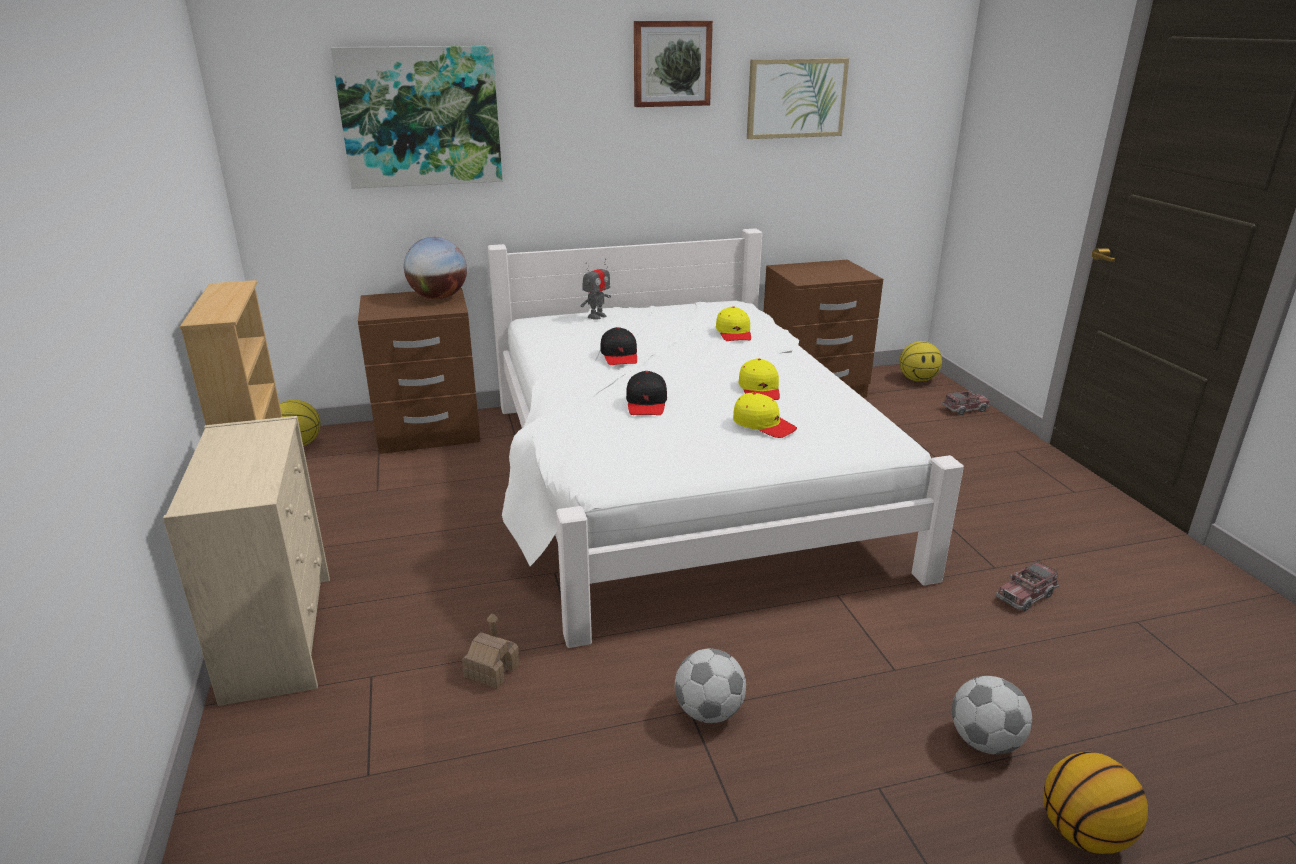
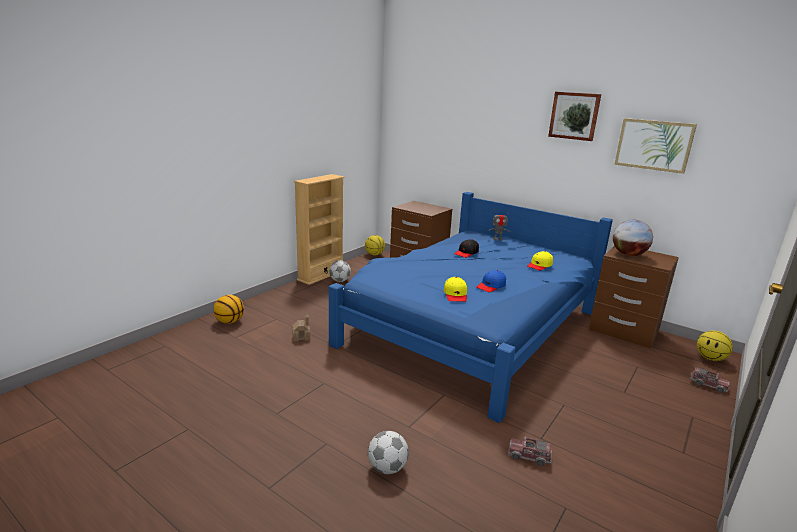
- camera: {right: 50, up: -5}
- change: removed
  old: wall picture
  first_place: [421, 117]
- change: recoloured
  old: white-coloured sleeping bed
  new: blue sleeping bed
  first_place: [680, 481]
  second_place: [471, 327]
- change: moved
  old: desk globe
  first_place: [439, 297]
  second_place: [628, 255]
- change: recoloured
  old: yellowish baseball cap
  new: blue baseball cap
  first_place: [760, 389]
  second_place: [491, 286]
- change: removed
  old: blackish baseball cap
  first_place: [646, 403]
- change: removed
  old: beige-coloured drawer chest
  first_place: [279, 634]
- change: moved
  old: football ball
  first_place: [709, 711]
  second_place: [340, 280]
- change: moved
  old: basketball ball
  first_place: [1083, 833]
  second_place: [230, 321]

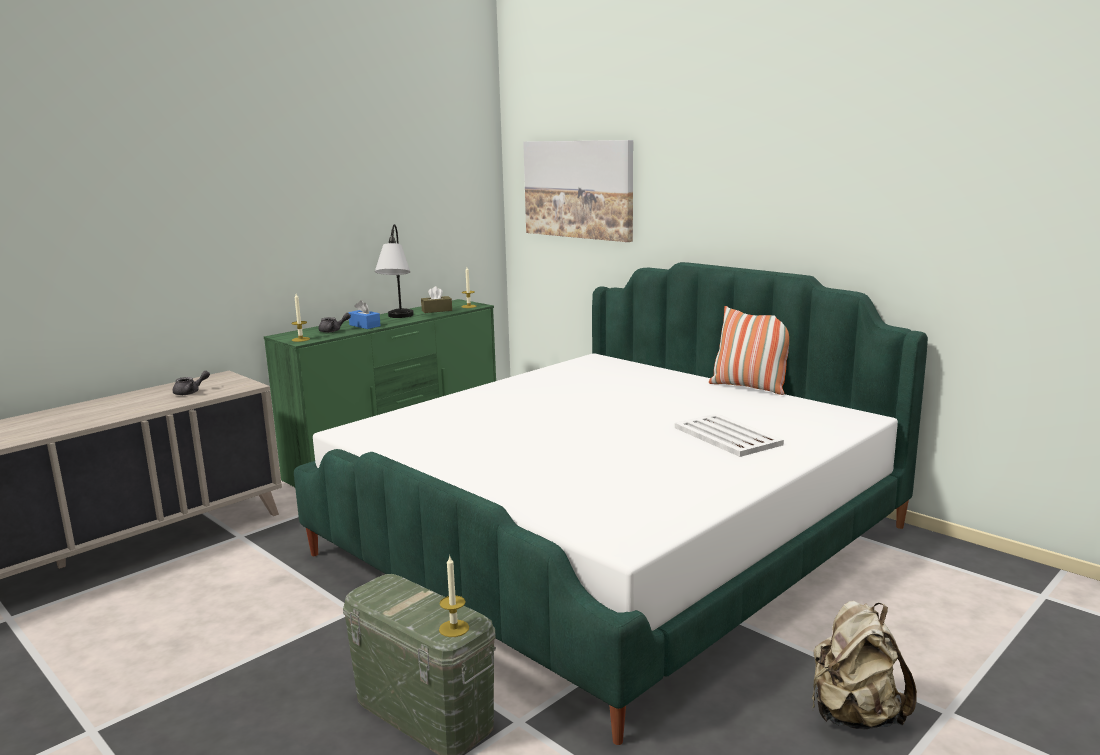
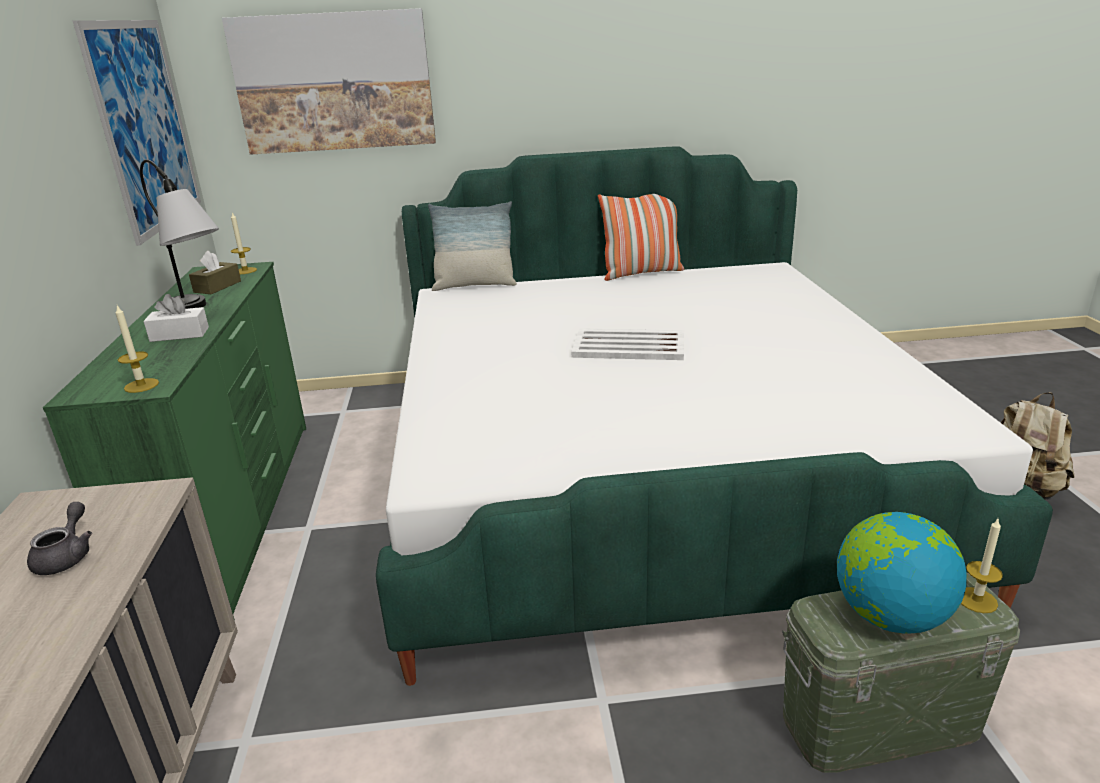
- camera: {right: -50, up: 10}
- change: recoloured
  old: blue box of tissues
  new: white-coloured box of tissues
  first_place: [364, 325]
  second_place: [179, 334]
- change: removed
  old: gray pot for tea
  first_place: [333, 330]
- change: moved
  old: white-coloured carrying tray
  first_place: [726, 436]
  second_place: [627, 346]
- change: added
  new: wall picture
  second_place: [145, 126]
- change: added
  new: throw pillow
  second_place: [475, 285]
- change: added
  new: desk globe
  second_place: [890, 616]

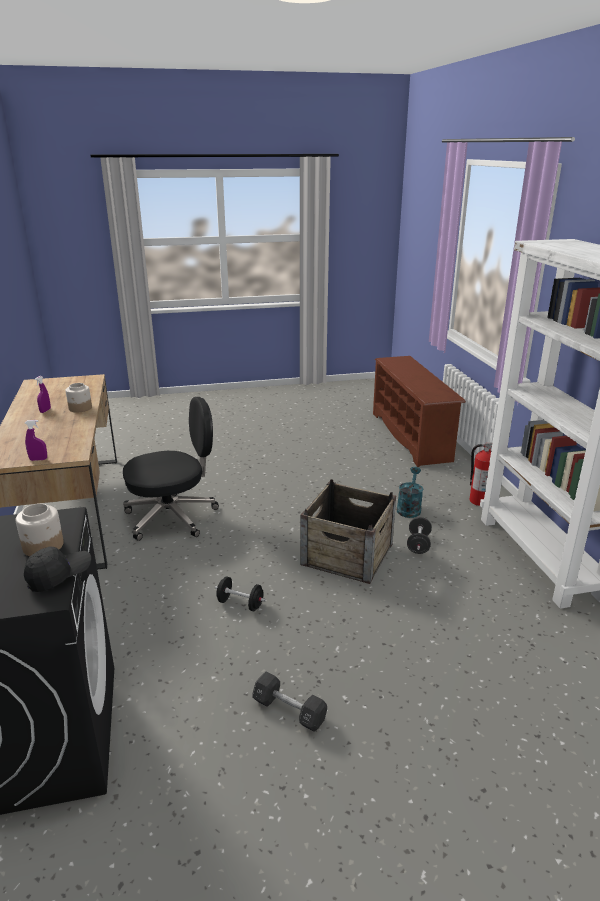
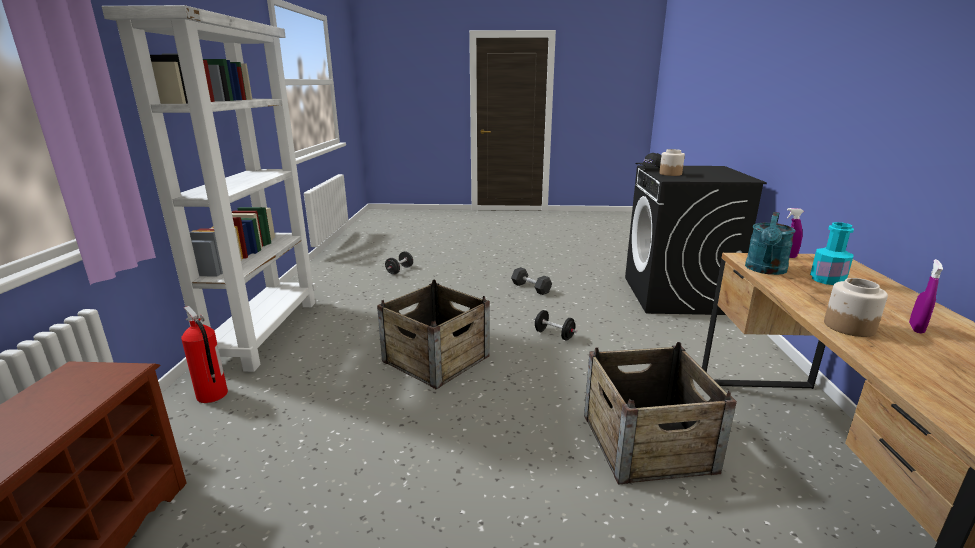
- camera: {right: -165, up: -5}
- change: replaced
  old: blackish computer chair
  new: packing crate
  first_place: [173, 516]
  second_place: [646, 442]
- change: moved
  old: turquoise sprinkling can
  first_place: [409, 508]
  second_place: [765, 270]
- change: moved
  old: blackish free weight
  first_place: [418, 544]
  second_place: [399, 270]
- change: added
  new: turquoise beverage bottle
  second_place: [827, 280]

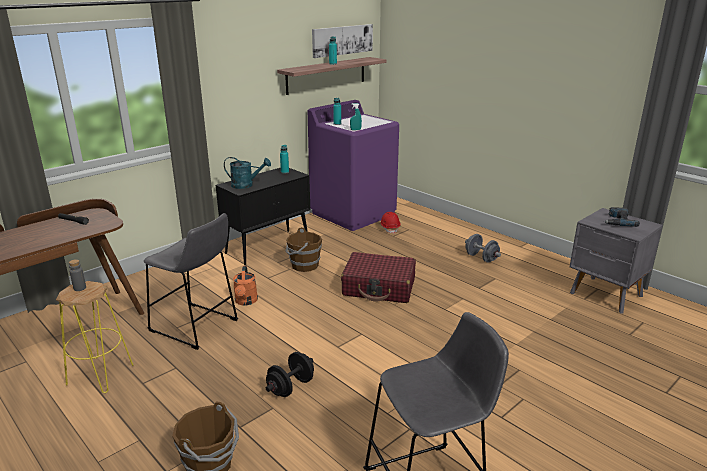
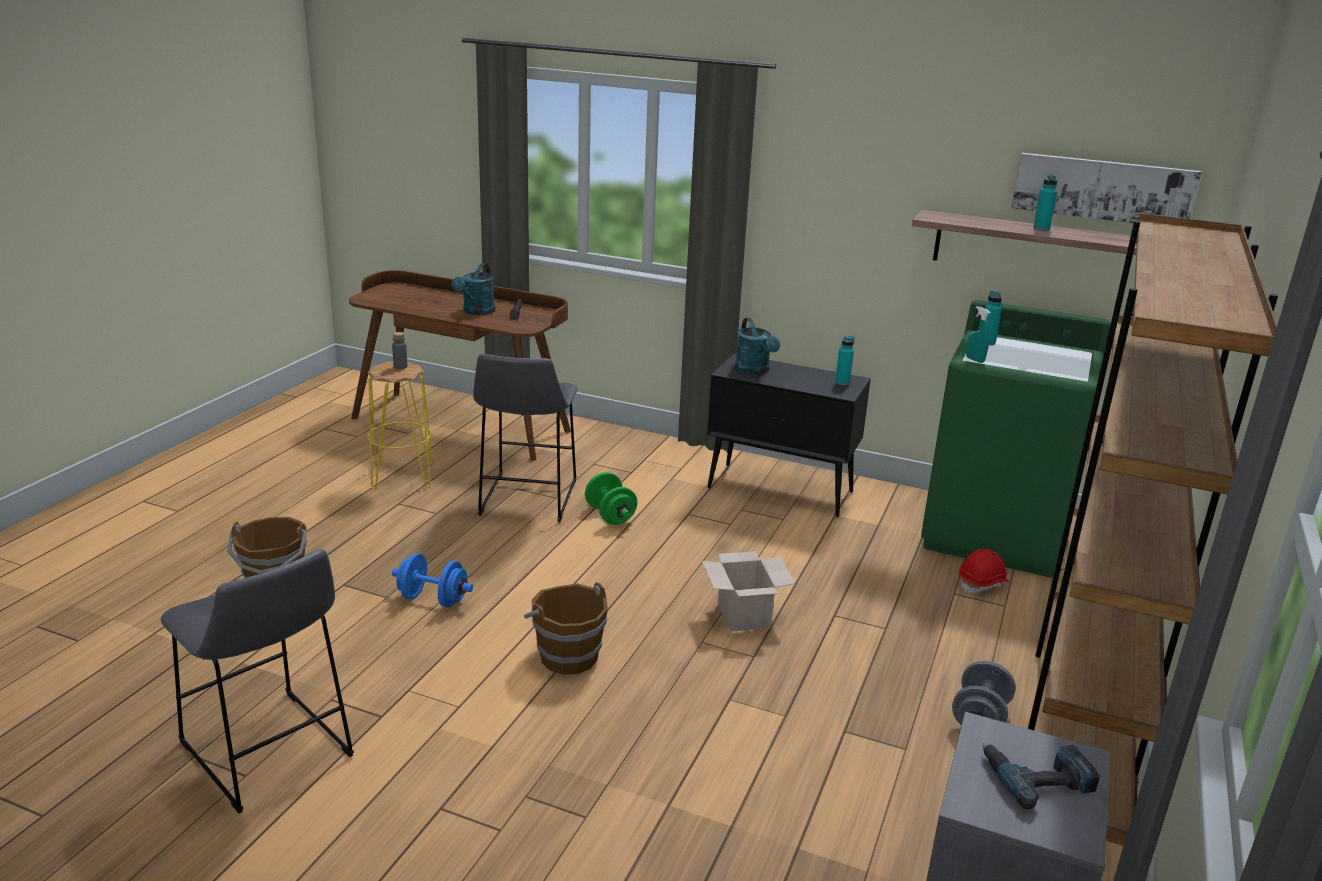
- camera: {right: 65, up: 0}
- change: recoloured
  old: purple washing machine
  new: greenish washing machine
  first_place: [353, 213]
  second_place: [995, 534]
- change: moved
  old: brown bucket
  first_place: [304, 265]
  second_place: [567, 656]
- change: replaced
  old: red travel case
  new: carton
  first_place: [379, 287]
  second_place: [745, 616]
- change: replaced
  old: orange-coloured sprinkling can
  new: greenish free weight
  first_place: [246, 302]
  second_place: [610, 515]
- change: recoloured
  old: blackish free weight
  new: blue free weight
  first_place: [291, 387]
  second_place: [433, 599]
- change: added
  new: brown bookshelf
  second_place: [1078, 736]
- change: added
  new: turquoise sprinkling can
  second_place: [476, 312]

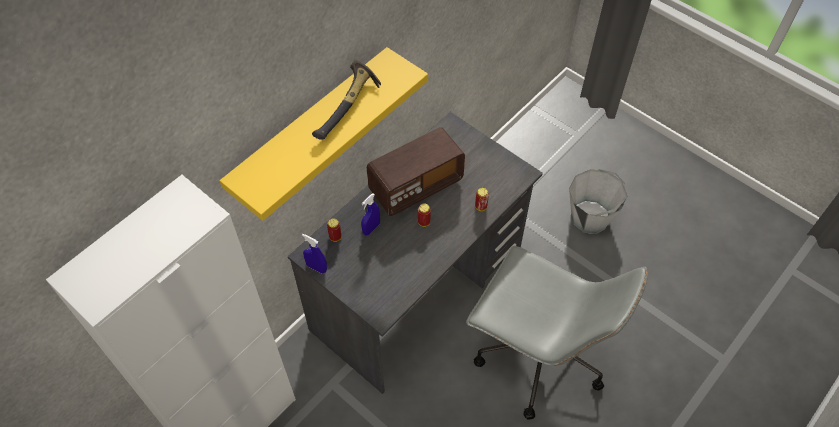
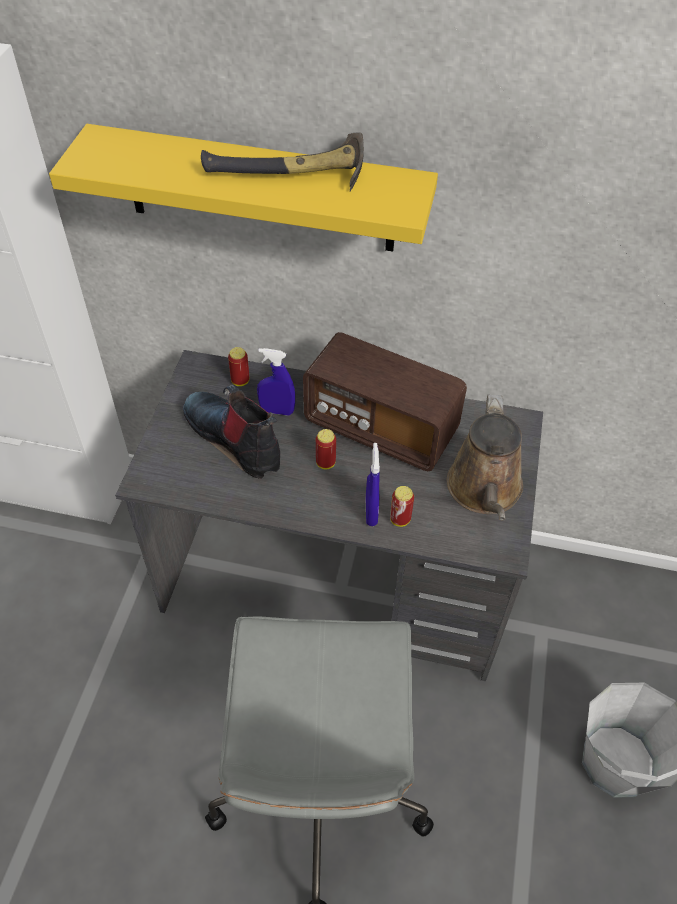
- camera: {right: 60, up: -5}
- change: moved
  old: blue spray bottle
  first_place: [316, 267]
  second_place: [371, 512]
- change: added
  new: boot
  second_place: [235, 439]
- change: added
  new: brown sprinkling can
  second_place: [484, 491]

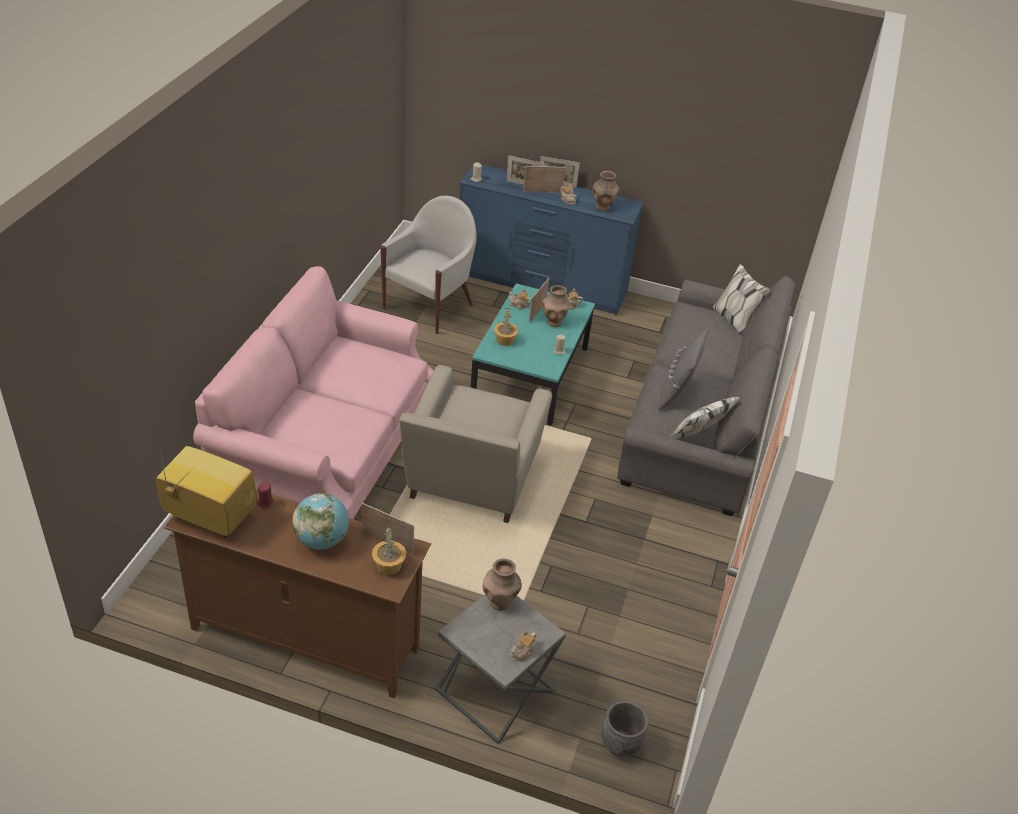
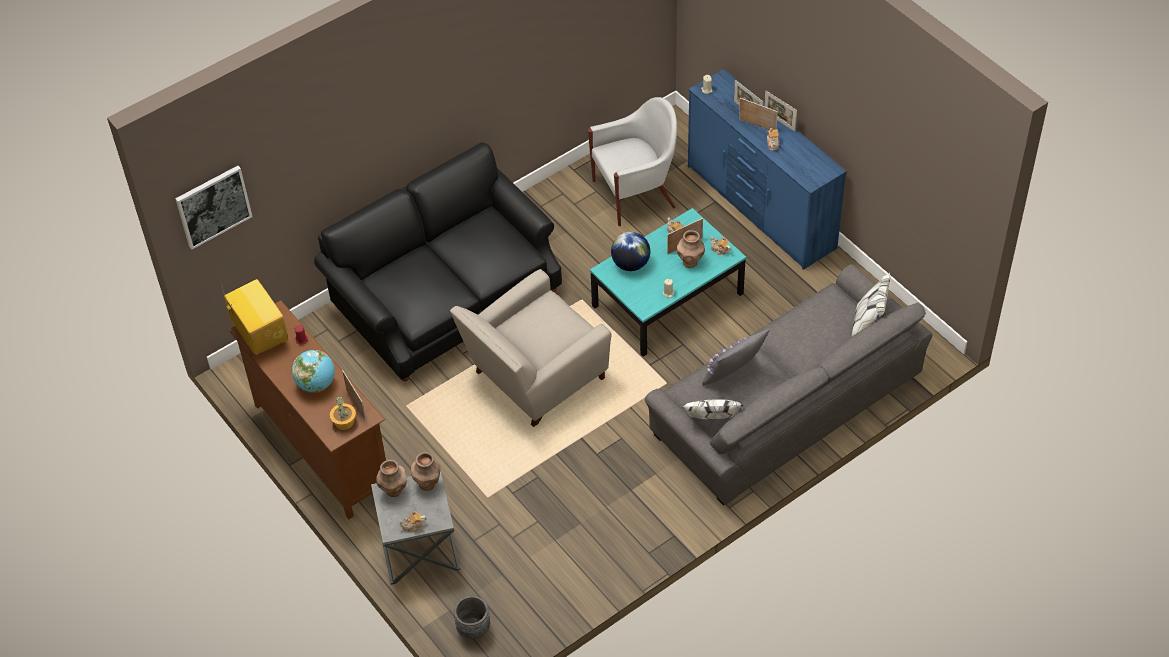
- camera: {right: 40, up: 10}
- change: moved
  old: brown flower vase
  first_place: [602, 207]
  second_place: [394, 490]
- change: recoloured
  old: pinkish settee
  new: blackish settee
  first_place: [326, 446]
  second_place: [447, 298]
- change: replaced
  old: houseplant
  new: desk globe
  first_place: [505, 340]
  second_place: [630, 264]
- change: added
  new: wall picture
  second_place: [213, 206]

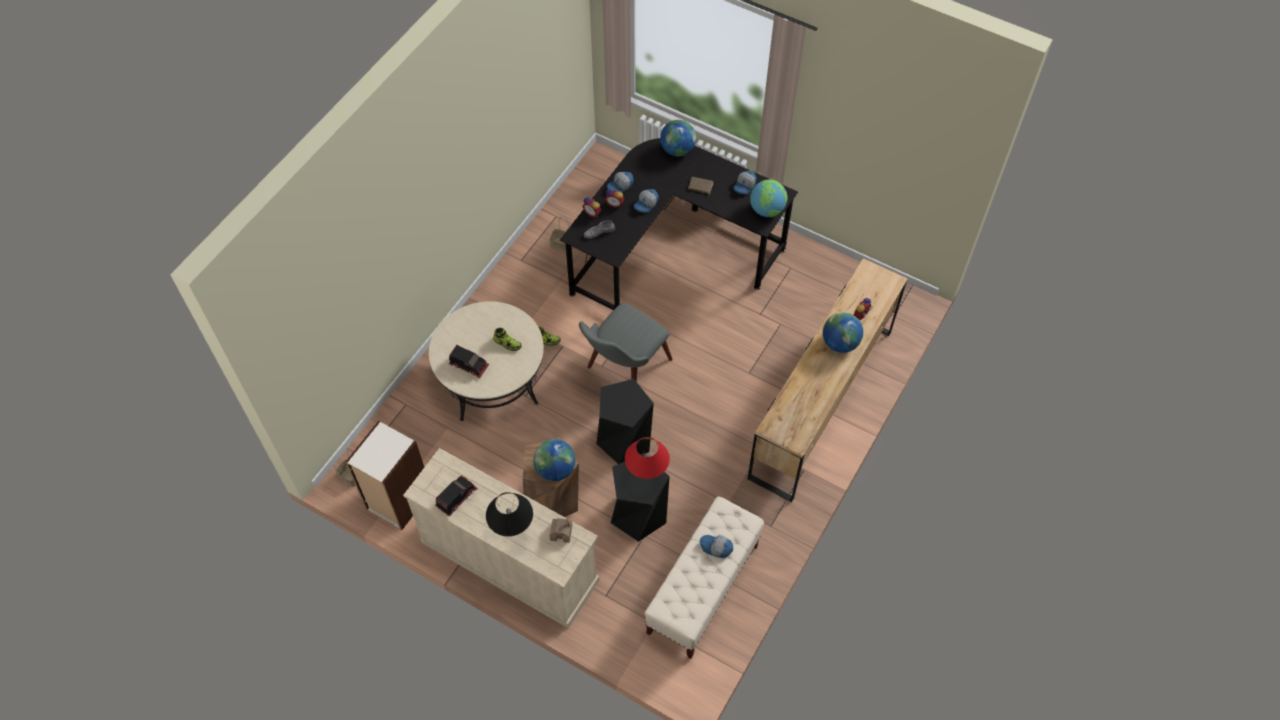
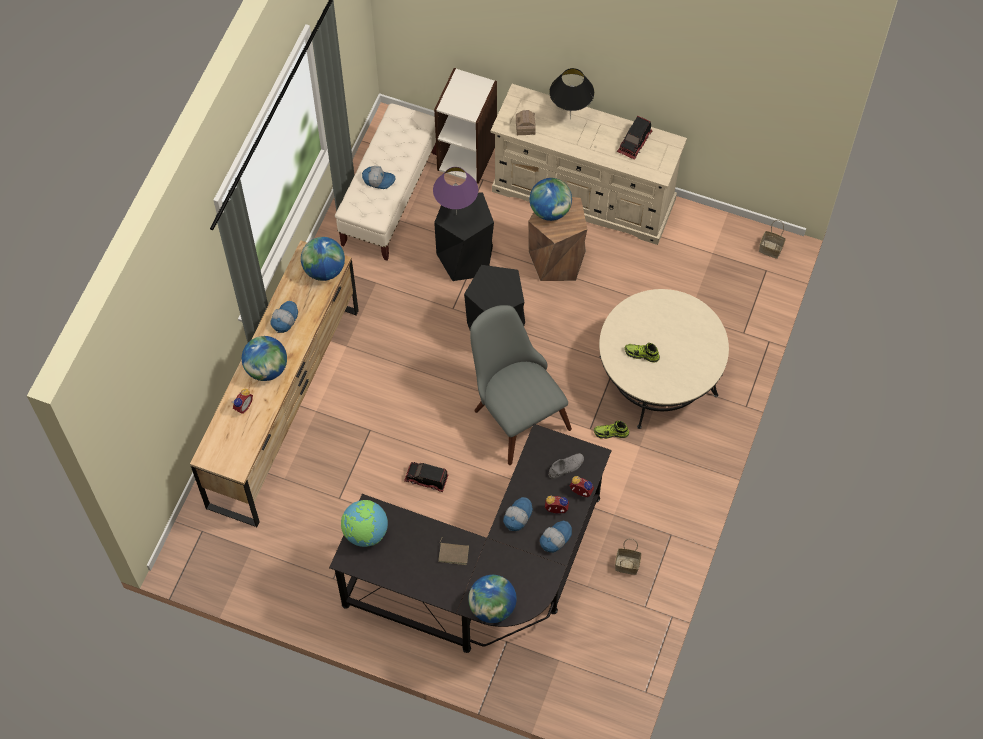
- camera: {right: 170, up: 5}
- change: moved
  old: baseball cap
  first_place: [745, 186]
  second_place: [284, 319]
- change: turned
  old: gray upright chair
  first_place: [622, 370]
  second_place: [514, 410]
  degrees: -60
- change: moved
  old: toy truck
  first_place: [469, 365]
  second_place: [426, 479]
- change: moved
  old: bookshelf
  first_place: [398, 500]
  second_place: [467, 156]
- change: recoloured
  old: red lamp for a table
  new: purple lamp for a table
  first_place: [647, 479]
  second_place: [456, 214]
- change: added
  new: desk globe
  second_place: [324, 269]

